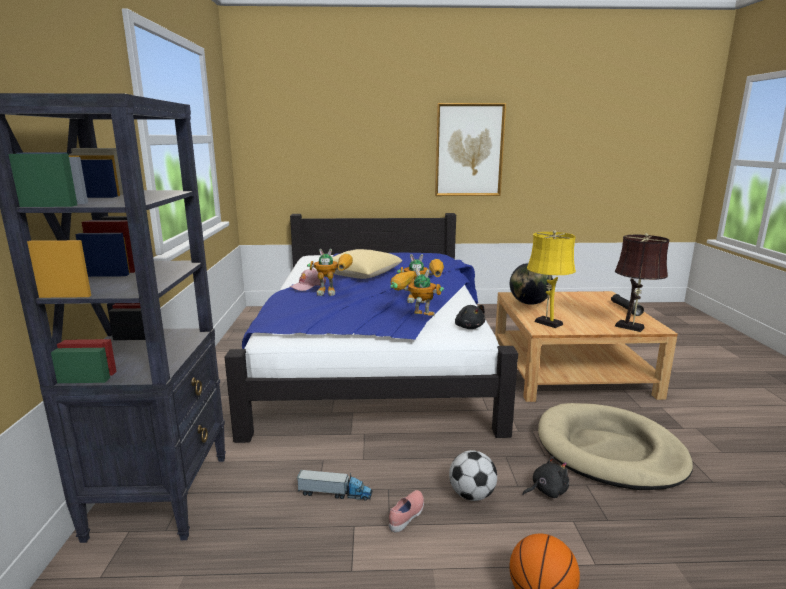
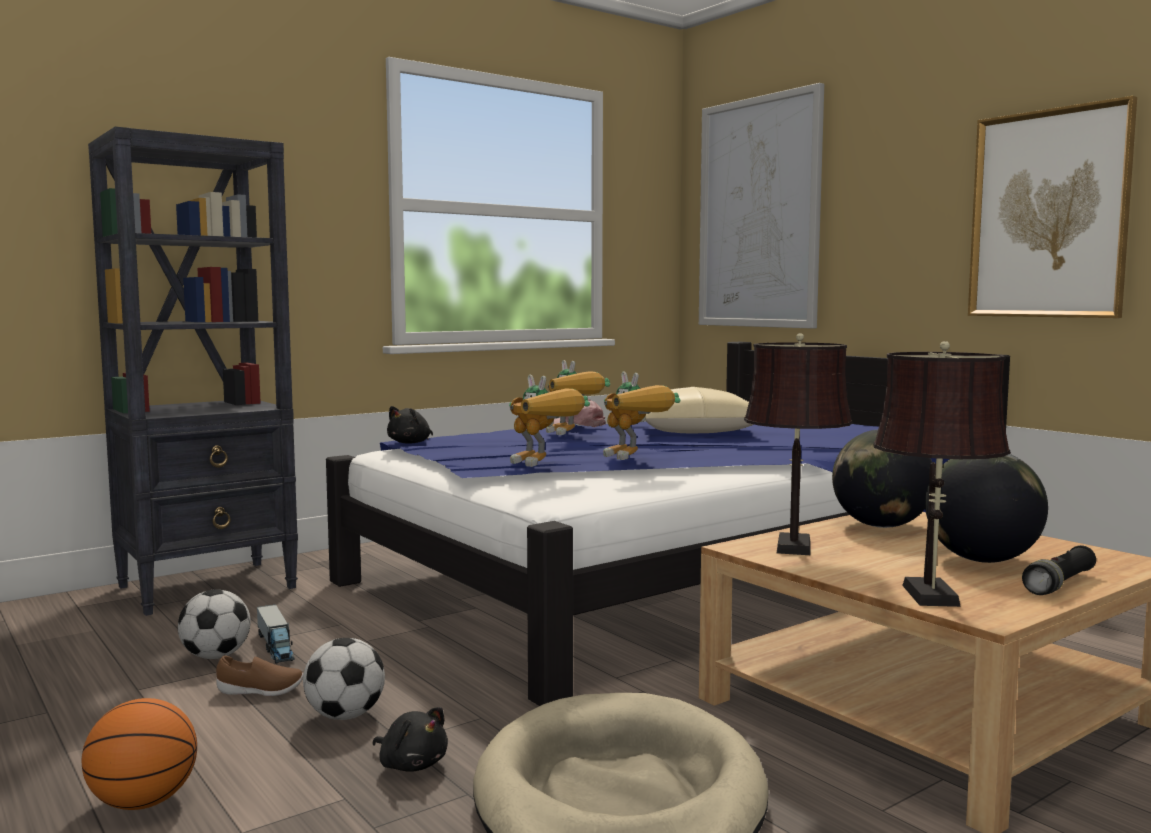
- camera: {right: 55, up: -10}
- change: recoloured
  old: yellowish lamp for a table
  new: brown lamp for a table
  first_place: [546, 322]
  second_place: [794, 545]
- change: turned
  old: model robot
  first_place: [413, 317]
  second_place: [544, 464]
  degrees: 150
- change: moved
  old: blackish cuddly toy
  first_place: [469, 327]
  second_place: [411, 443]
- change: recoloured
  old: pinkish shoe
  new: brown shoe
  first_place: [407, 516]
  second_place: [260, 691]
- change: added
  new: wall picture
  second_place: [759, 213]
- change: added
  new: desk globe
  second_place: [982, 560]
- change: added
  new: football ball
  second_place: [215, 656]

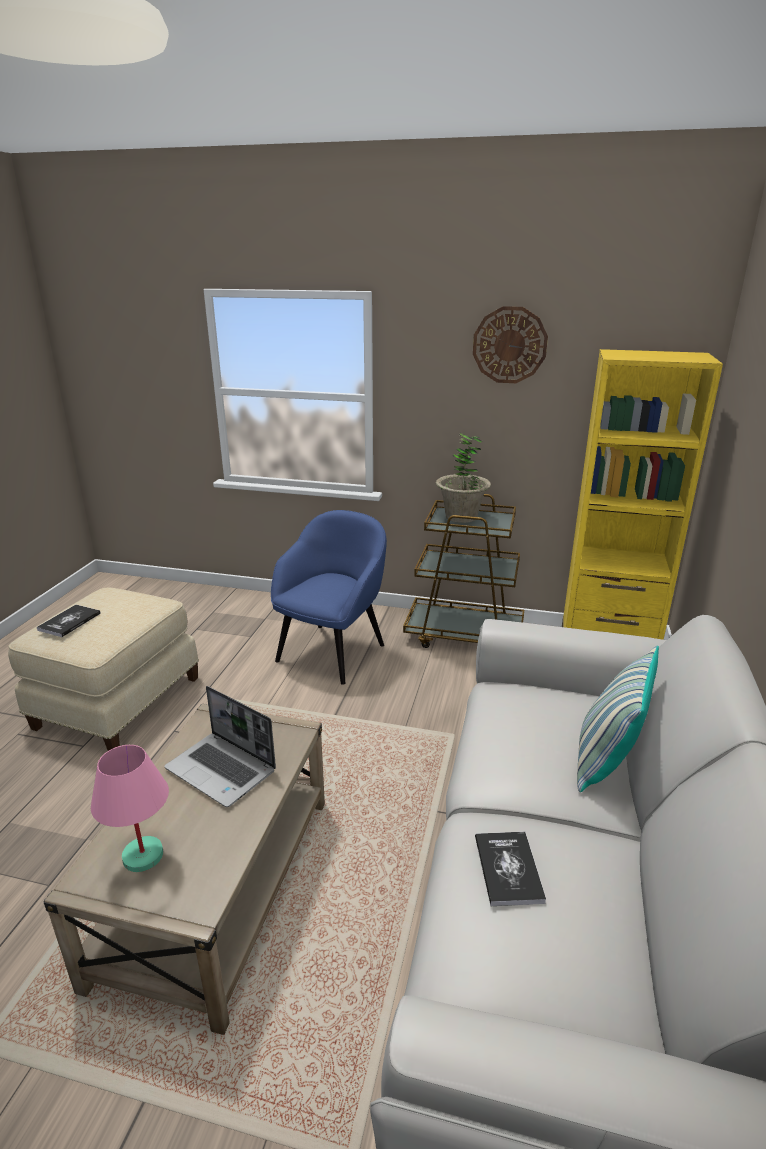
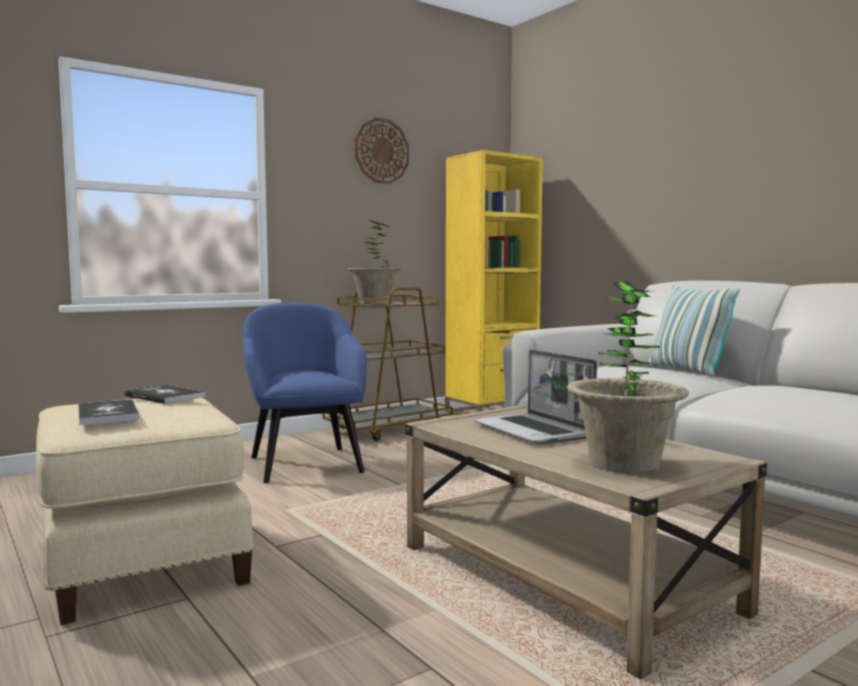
- camera: {right: -50, up: -20}
- change: turned
  old: notebook computer
  first_place: [222, 770]
  second_place: [534, 431]
  degrees: 75
- change: replaced
  old: pinkish lamp for a table
  new: houseplant
  first_place: [142, 856]
  second_place: [624, 464]
- change: moved
  old: book
  first_place: [508, 869]
  second_place: [164, 396]

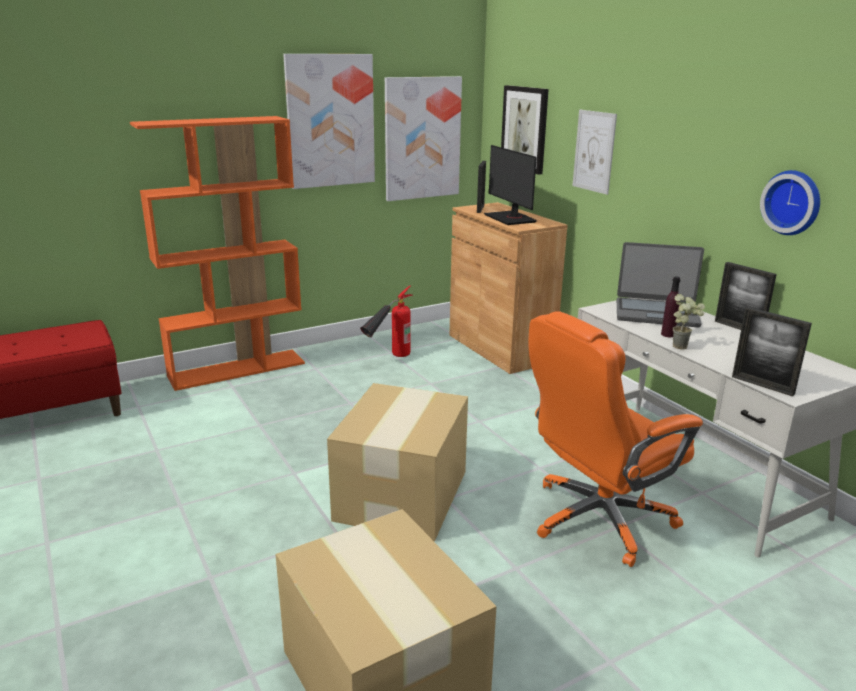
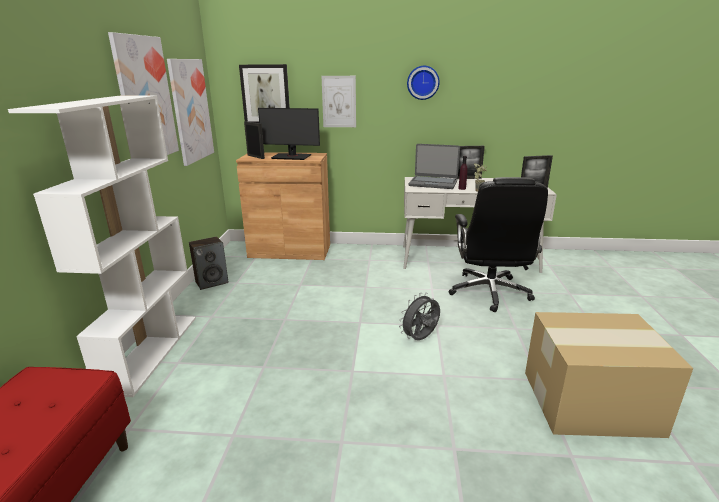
- camera: {right: -55, up: 0}
- change: recoloured
  old: orange-coloured bookshelf
  new: white-coloured bookshelf
  first_place: [237, 369]
  second_place: [151, 351]
- change: moved
  old: clock on the wall
  first_place: [793, 202]
  second_place: [423, 82]
- change: turned
  old: notebook computer
  first_place: [656, 313]
  second_place: [433, 183]
  degrees: 60
- change: removed
  old: fire-fighting cylinder
  first_place: [389, 358]
- change: recoloured
  old: orange-coloured computer chair
  new: blackish computer chair
  first_place: [598, 518]
  second_place: [490, 292]
- change: replaced
  old: carton
  new: gray fan
  first_place: [400, 496]
  second_place: [420, 339]
- change: added
  new: audio speaker
  second_place: [212, 282]

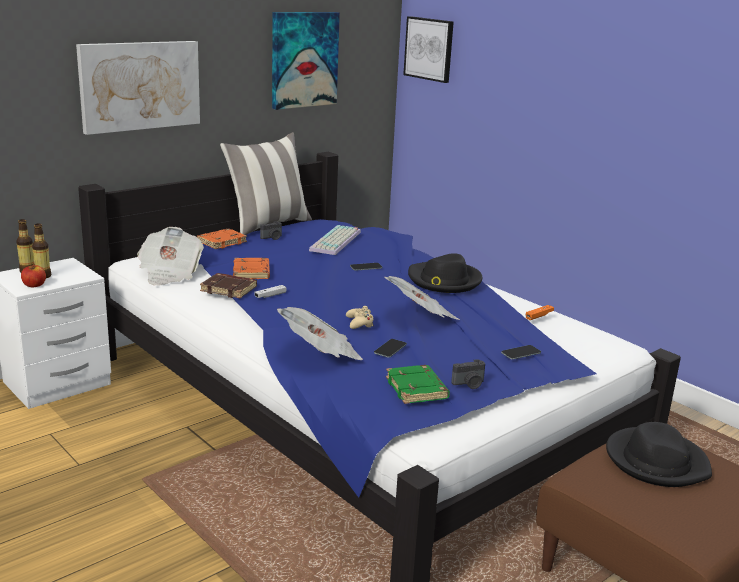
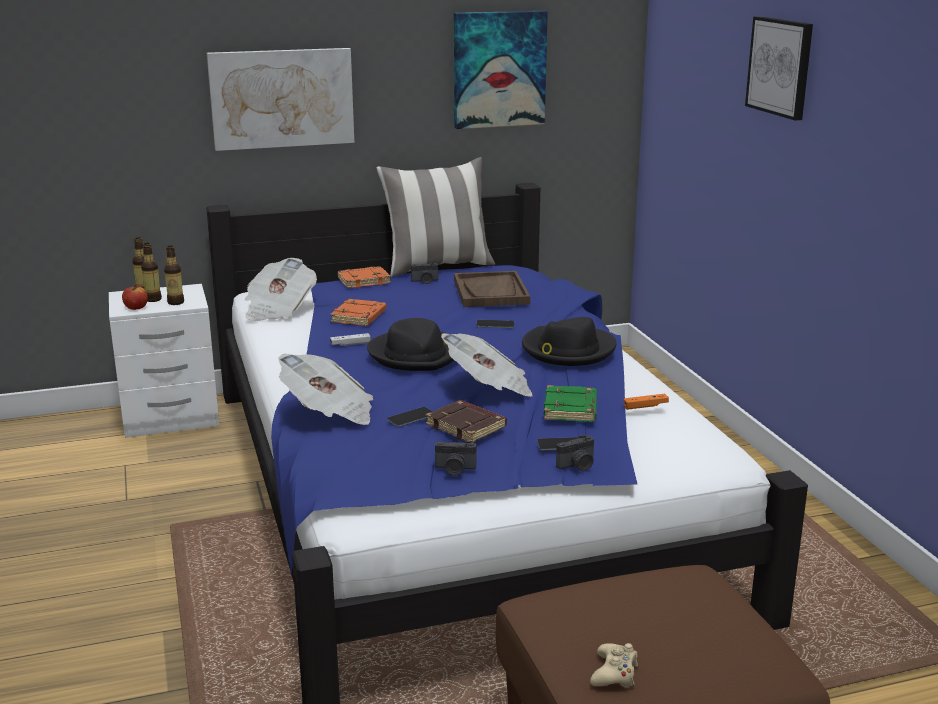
- camera: {right: 25, up: 0}
- change: moved
  old: wall picture
  first_place: [429, 49]
  second_place: [780, 67]
- change: replaced
  old: keyboard
  new: brown carrying tray
  first_place: [336, 241]
  second_place: [491, 292]
- change: moved
  old: brown book
  first_place: [229, 289]
  second_place: [467, 426]
- change: moved
  old: beige-coloured gamepad
  first_place: [359, 323]
  second_place: [614, 673]
- change: moved
  old: greenish book
  first_place: [417, 389]
  second_place: [571, 409]
- change: moved
  old: blackish clothing hat
  first_place: [656, 461]
  second_place: [416, 354]
- change: added
  new: beverage bottle
  second_place: [176, 302]
- change: added
  new: still camera
  second_place: [577, 466]

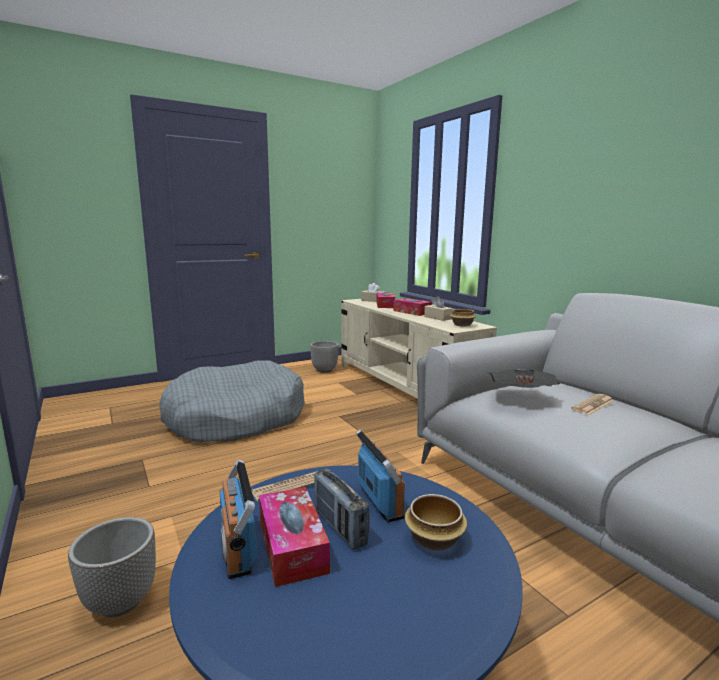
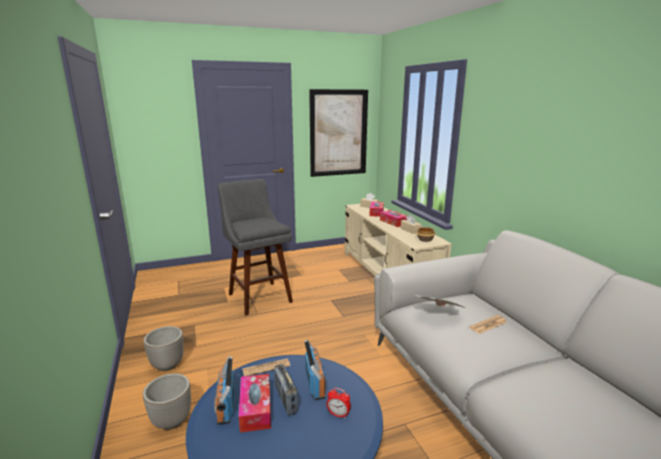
- camera: {right: 10, up: 5}
- change: moved
  old: planter
  first_place: [324, 370]
  second_place: [168, 365]
- change: replaced
  old: gray pet bed
  new: gray sitting stool
  first_place: [235, 418]
  second_place: [258, 296]
- change: replaced
  old: bowl
  new: alarm clock
  first_place: [435, 539]
  second_place: [338, 414]
- change: added
  new: wall picture
  second_place: [338, 133]

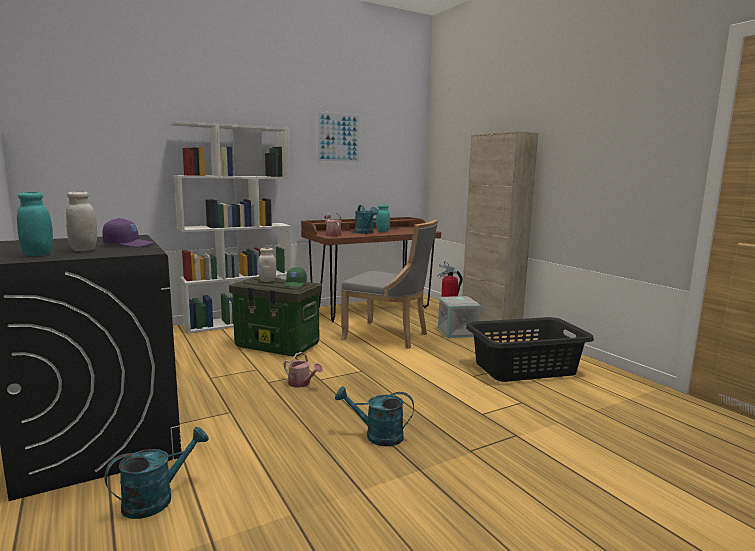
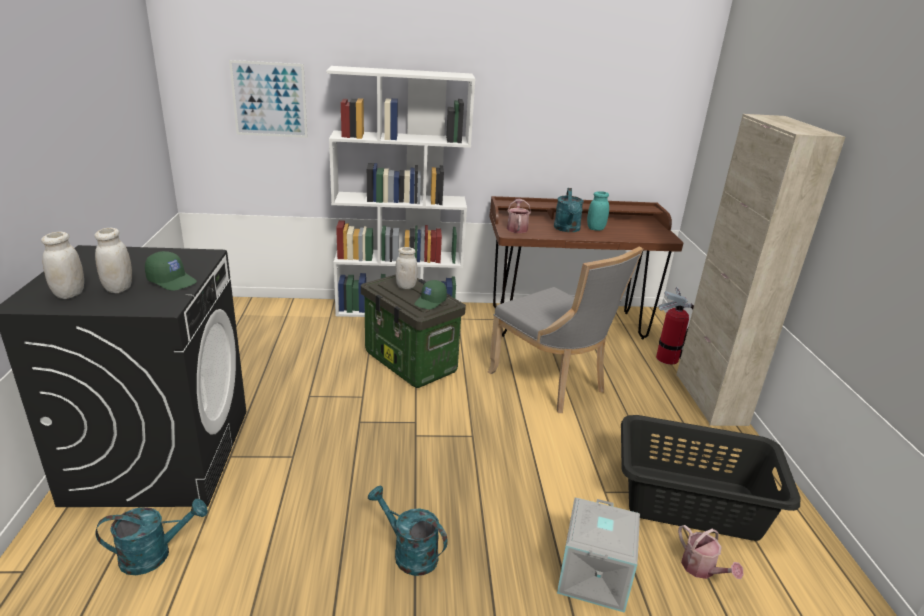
- camera: {right: 25, up: 15}
- change: moved
  old: wall picture
  first_place: [338, 138]
  second_place: [269, 99]
- change: recoloured
  old: turquoise jar
  new: white-coloured jar
  first_place: [38, 254]
  second_place: [69, 294]
- change: recoloured
  old: purple baseball cap
  new: greenish baseball cap
  first_place: [129, 244]
  second_place: [172, 281]
- change: moved
  old: gray storage container
  first_place: [458, 332]
  second_place: [595, 577]
- change: moved
  old: sprinkling can
  first_place: [301, 383]
  second_place: [702, 569]

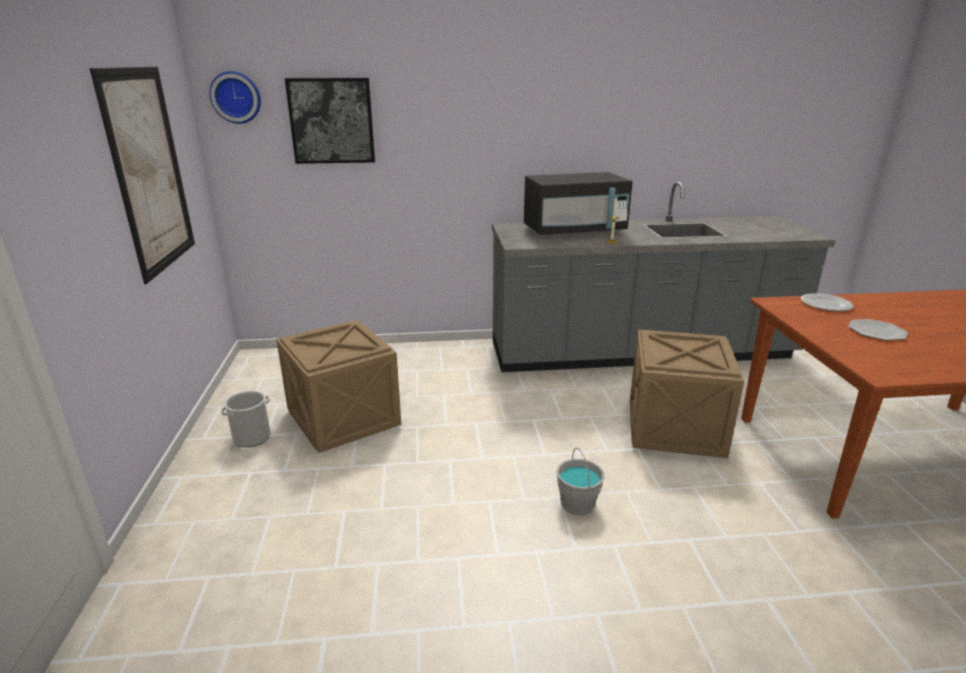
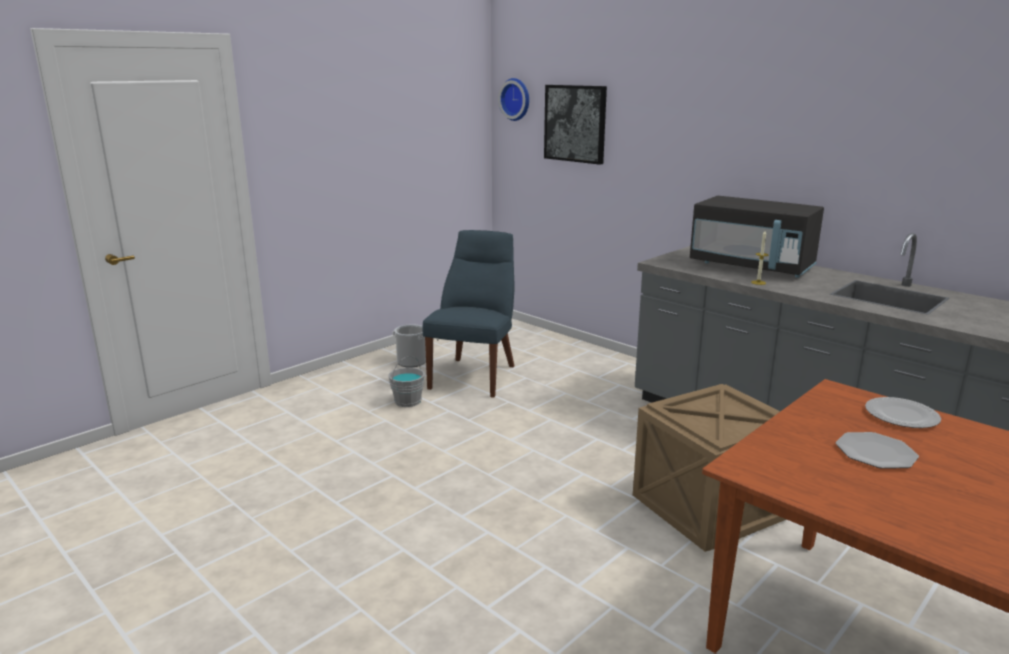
- camera: {right: 50, up: -5}
- change: removed
  old: wall picture
  first_place: [150, 171]
- change: replaced
  old: packing crate
  new: blue upright chair
  first_place: [342, 418]
  second_place: [475, 375]
- change: moved
  old: gray bucket
  first_place: [577, 504]
  second_place: [407, 401]

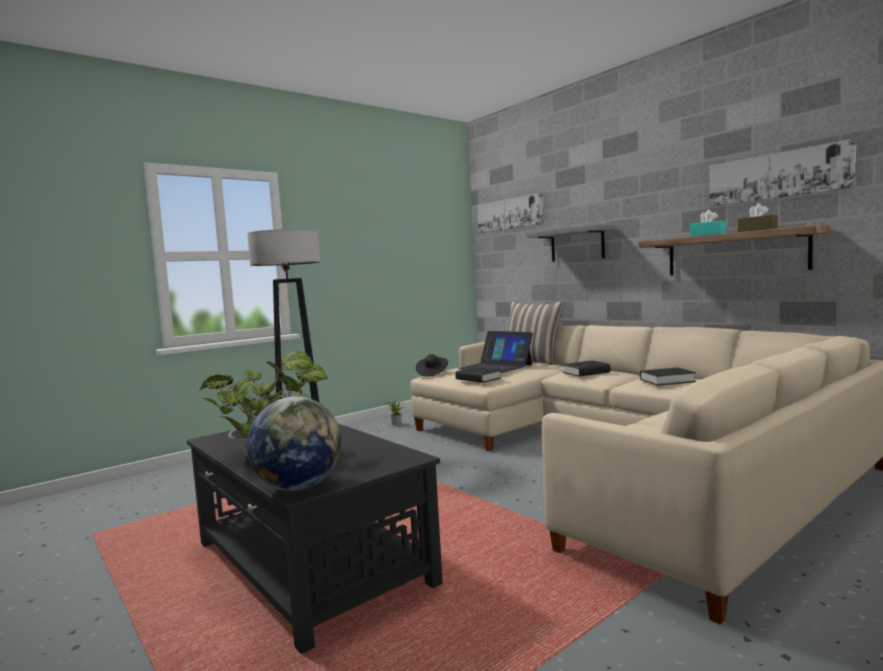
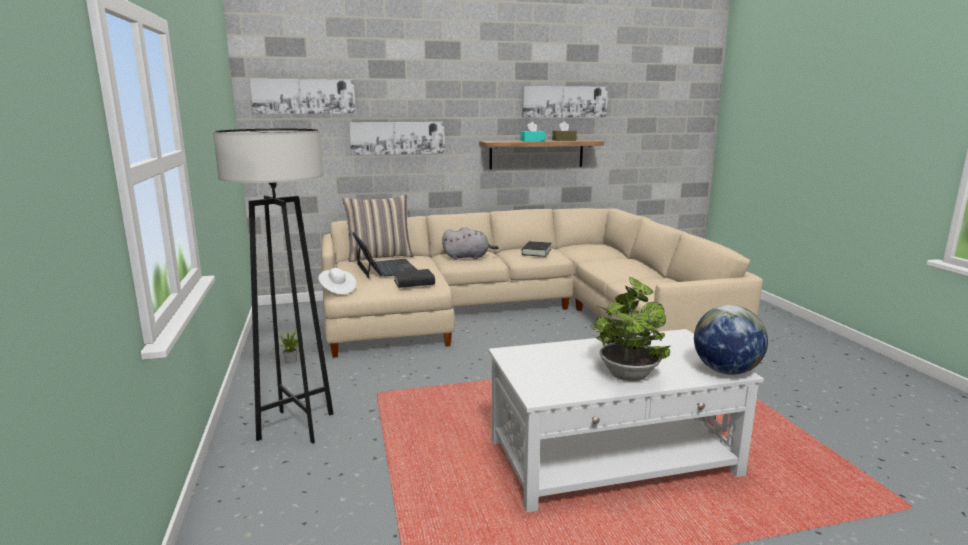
- camera: {right: -65, up: 10}
- change: replaced
  old: gray bracket shelf
  new: wall picture
  first_place: [577, 244]
  second_place: [397, 138]
- change: turned
  old: notebook computer
  first_place: [495, 367]
  second_place: [386, 268]
  degrees: -90
- change: recoloured
  old: blackish clothing hat
  new: white-coloured clothing hat
  first_place: [432, 373]
  second_place: [337, 290]
- change: replaced
  old: blackish book
  new: gray cuddly toy
  first_place: [586, 372]
  second_place: [468, 257]
- change: recoloured
  old: blackish lounge table
  new: white-coloured lounge table
  first_place: [310, 563]
  second_place: [613, 457]

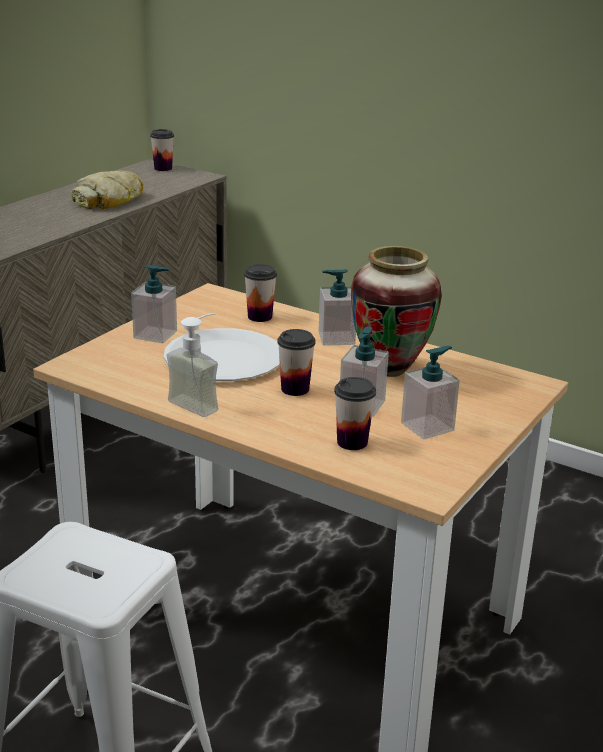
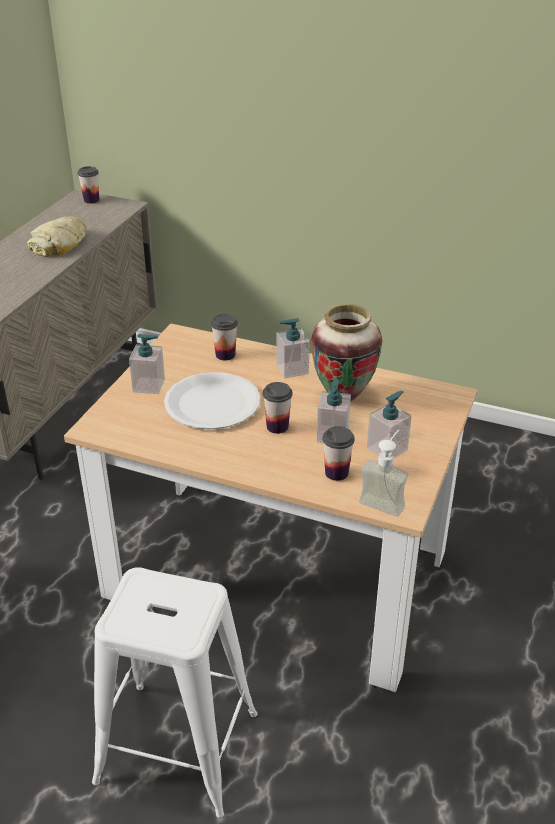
- camera: {right: -10, up: 10}
- change: moved
  old: soap dispenser
  first_place: [200, 402]
  second_place: [385, 499]

